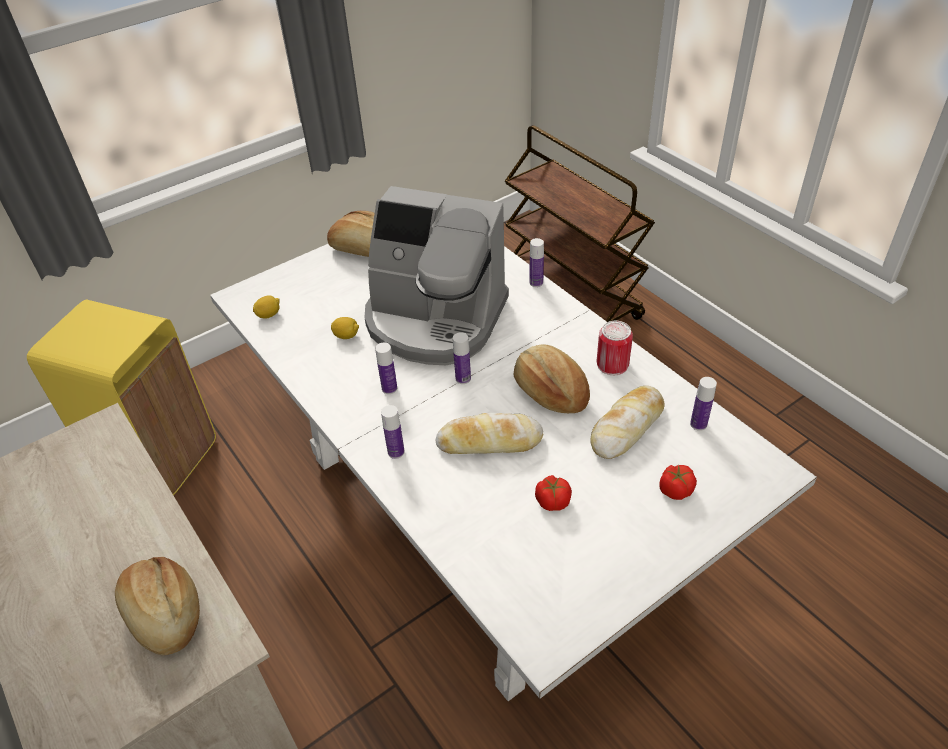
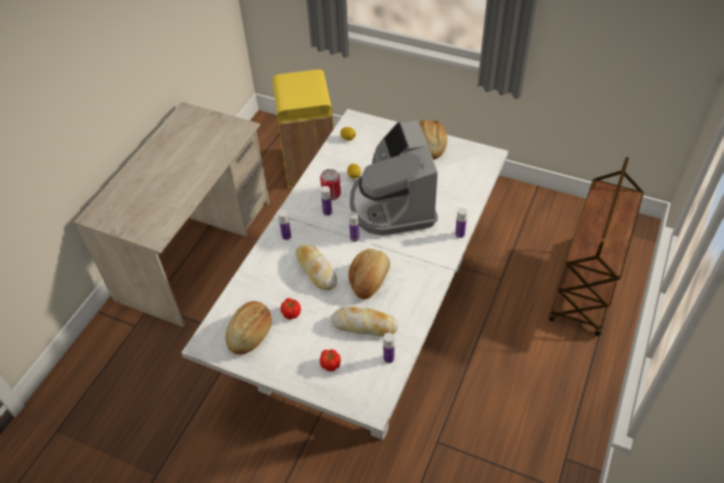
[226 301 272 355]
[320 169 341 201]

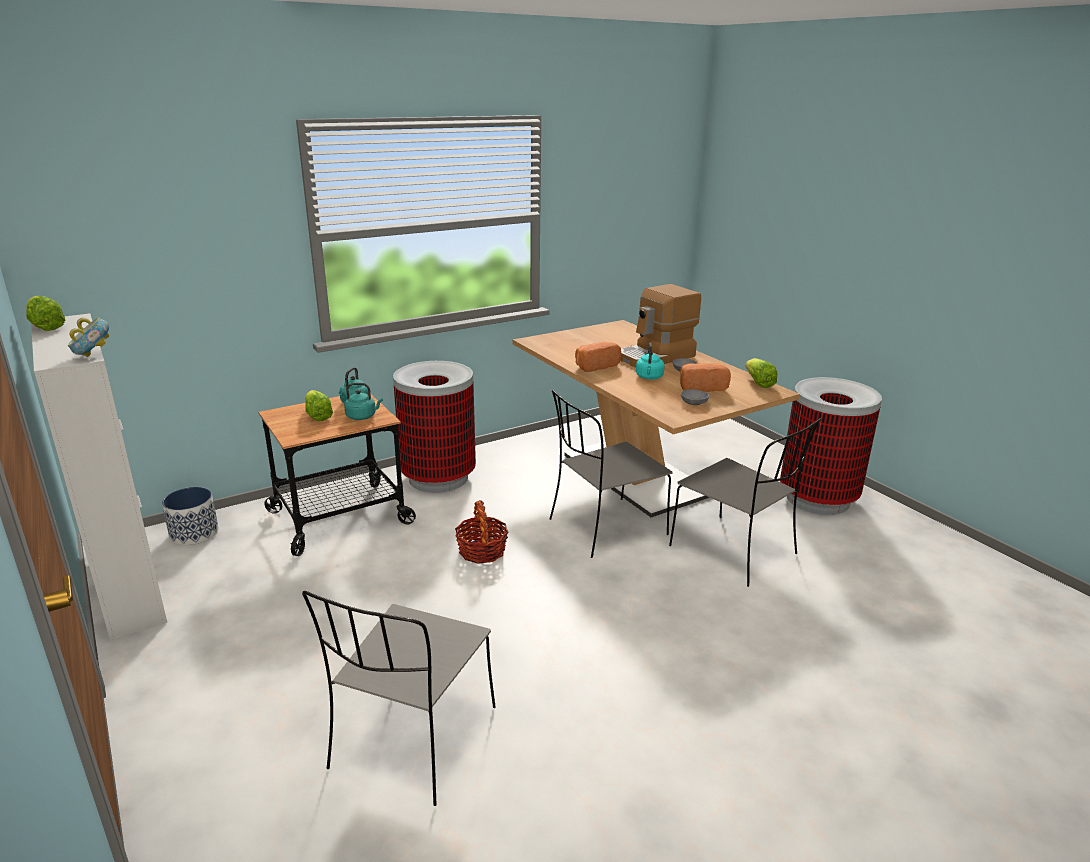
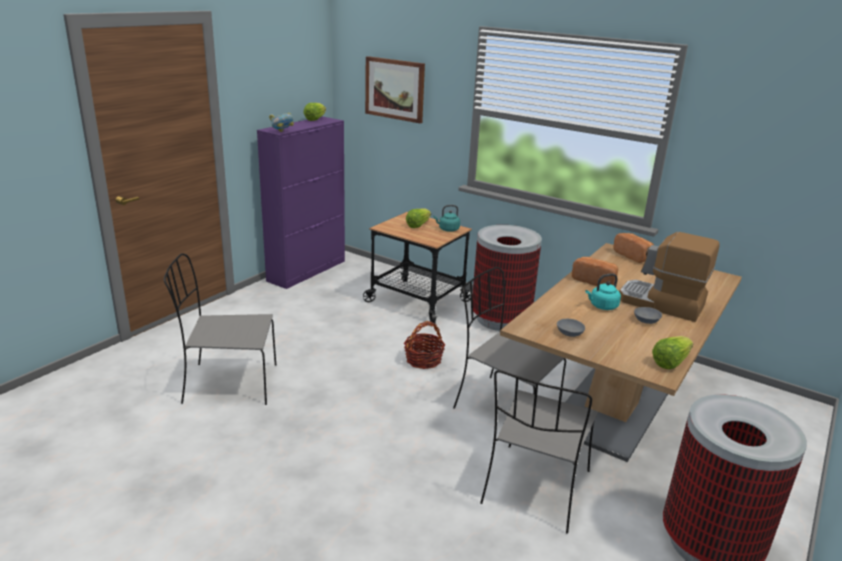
[257 116 345 289]
[162 487 219 545] (first image)
[344 383 383 420] (first image)
[613 233 654 263]
[365 56 425 123]

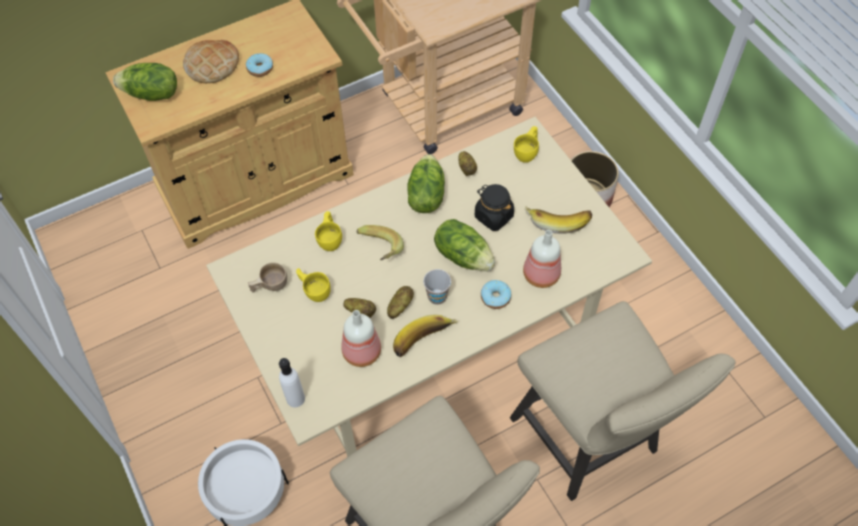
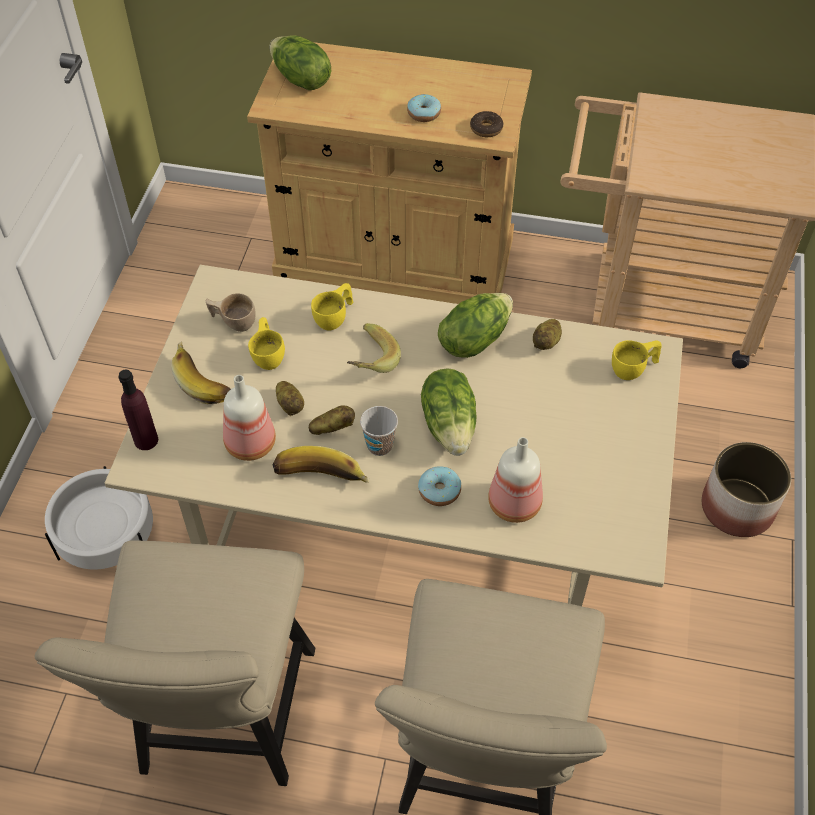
[183 40 239 83] (first image)
[119 370 158 450]
[475 184 514 231] (first image)
[171 342 231 404]
[470 111 503 137]

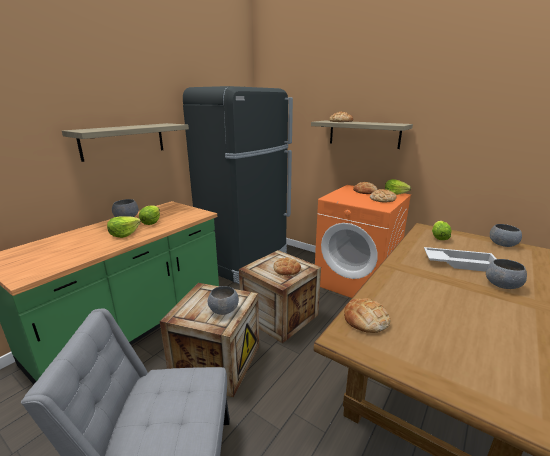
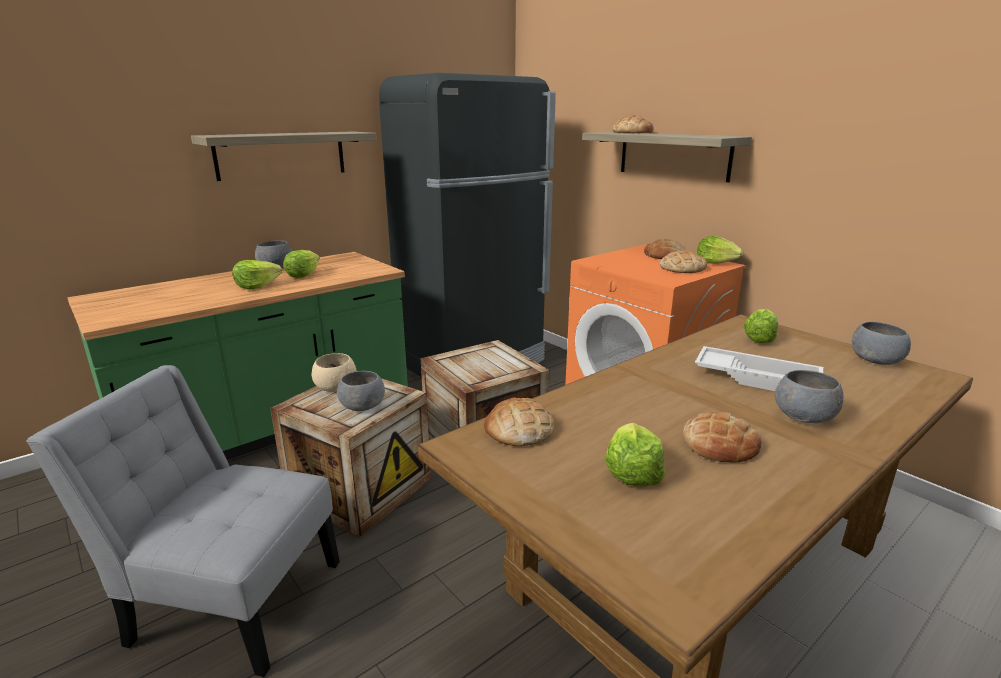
[683 412 762 463]
[312 353 356 392]
[605 423 665 486]

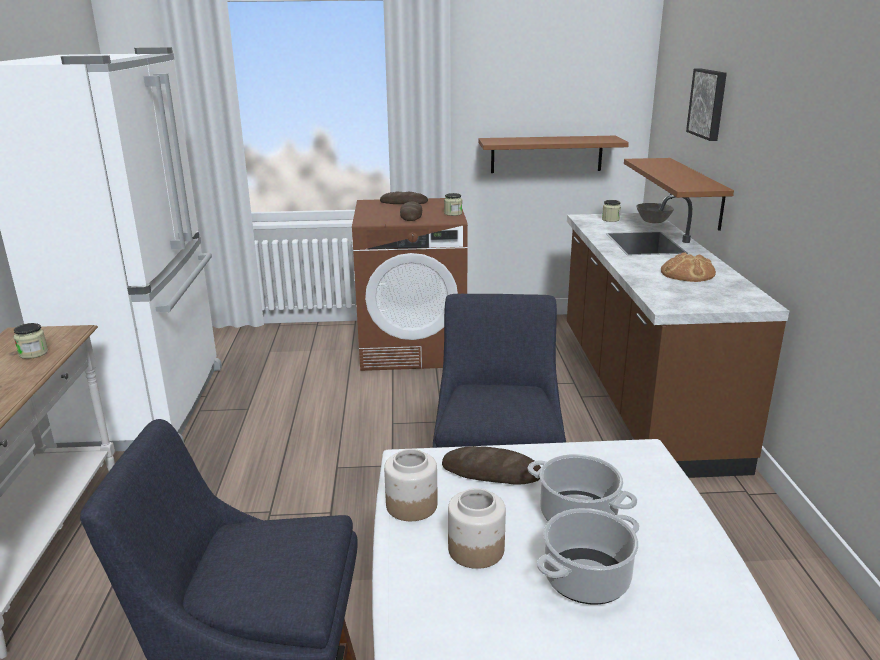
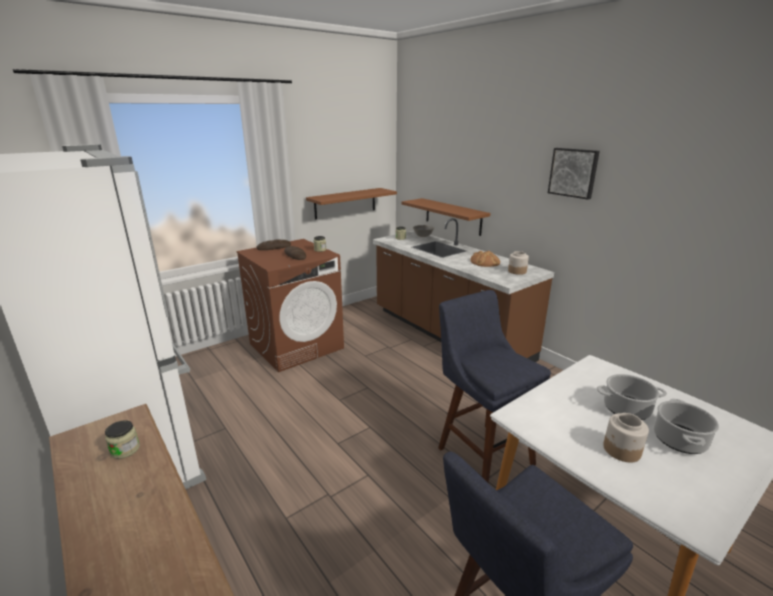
[508 251 529 275]
[442 446 541 485] (first image)
[548 148 600 199]

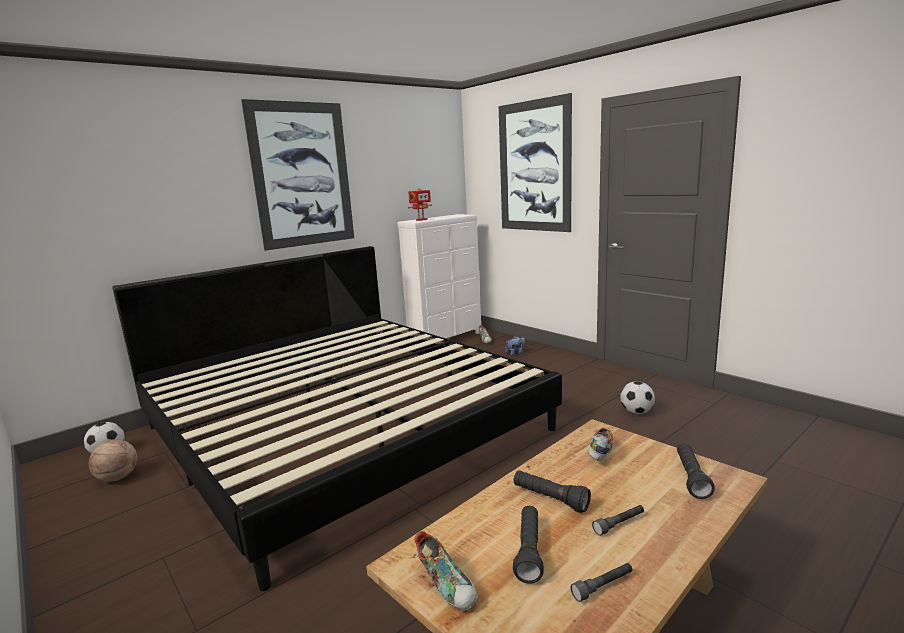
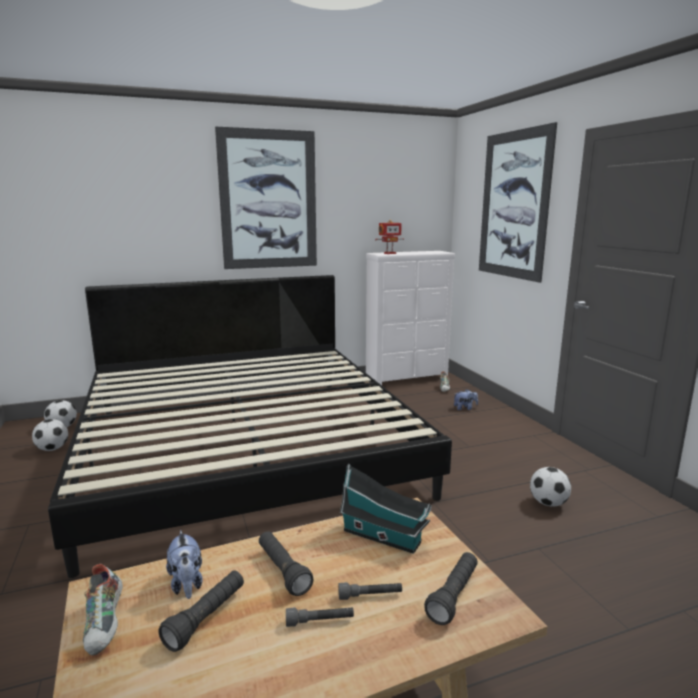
[32 419 68 451]
[338 582 402 600]
[340 464 431 554]
[166 530 203 599]

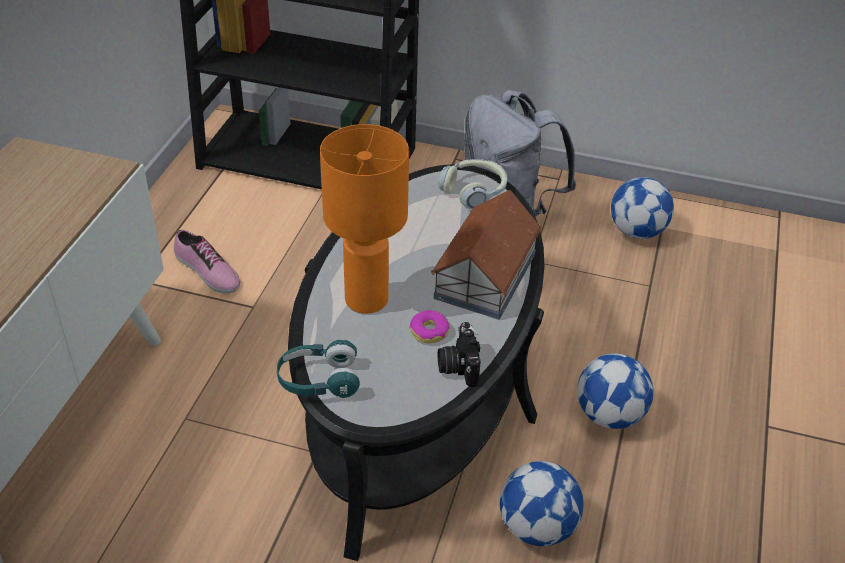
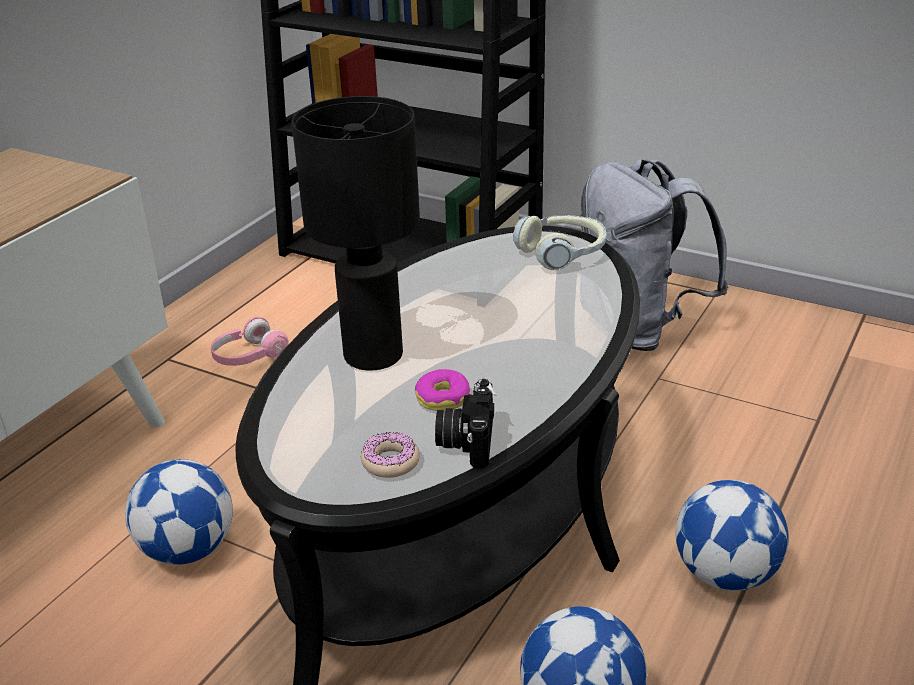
[211 317 289 366]
[277 340 360 398] (first image)
[291 96 420 371]
[431 190 542 319] (first image)
[125 459 233 565]
[361 432 420 478]

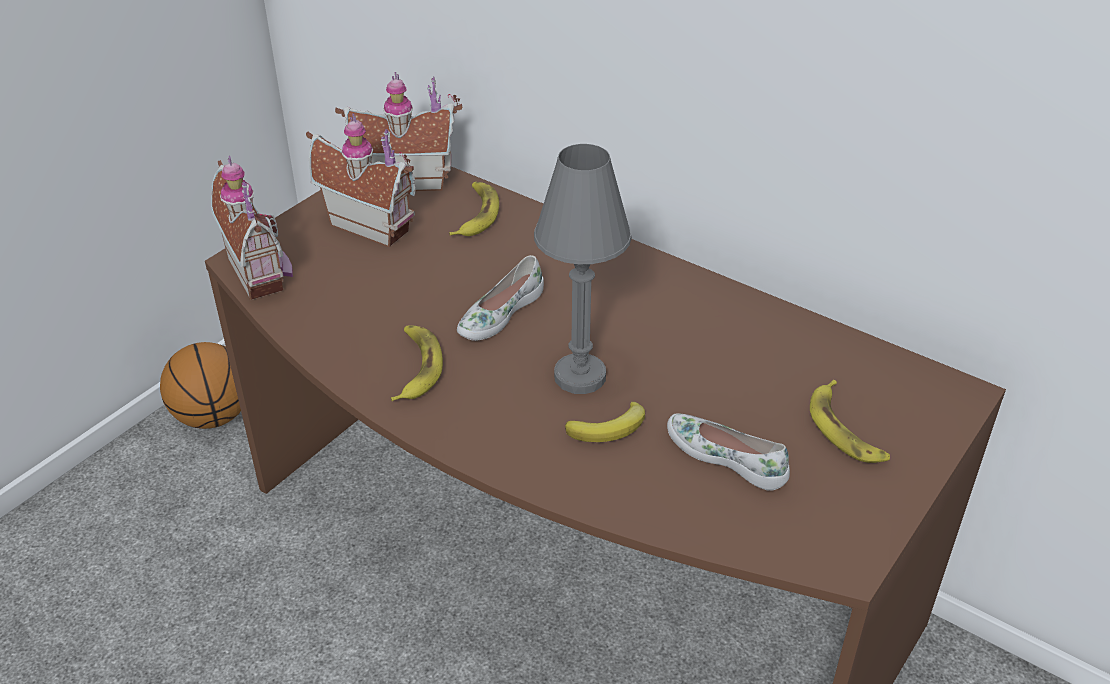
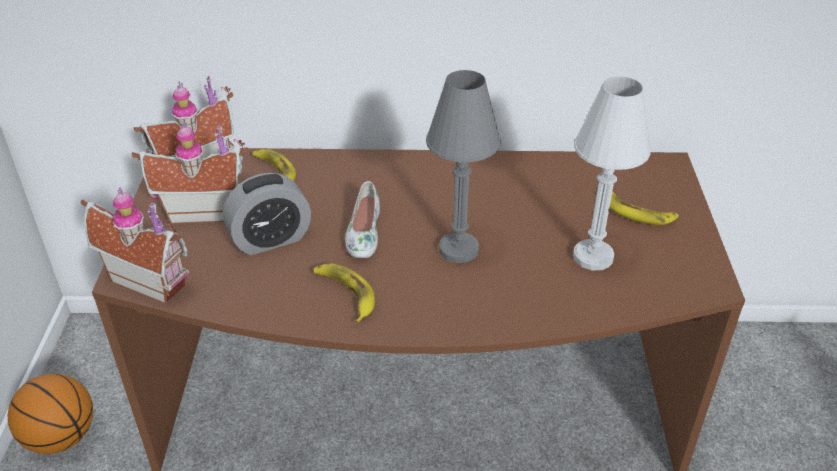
[565 401 645 442] (first image)
[573 76 651 270]
[223 173 311 255]

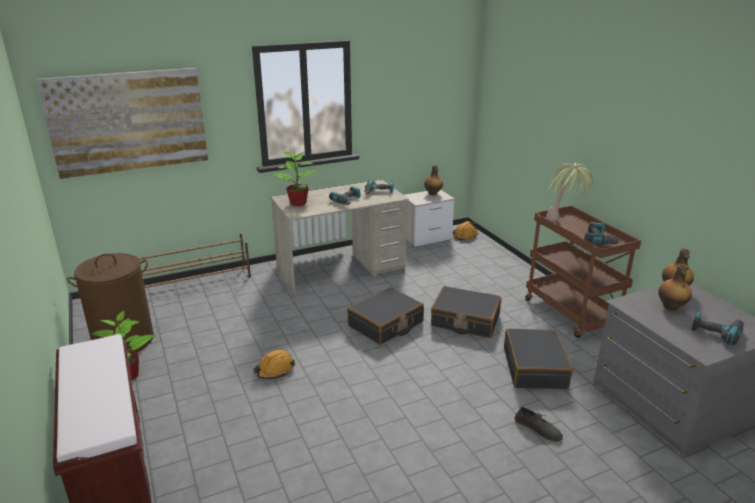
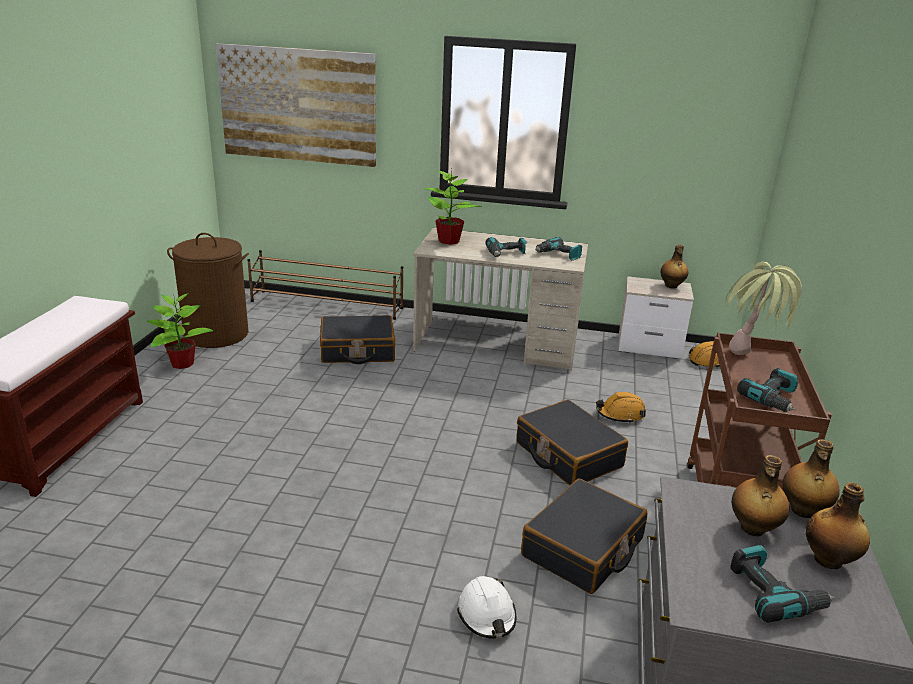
[596 392 646 424]
[320 315 395 364]
[457 576 516 639]
[806 482 870 569]

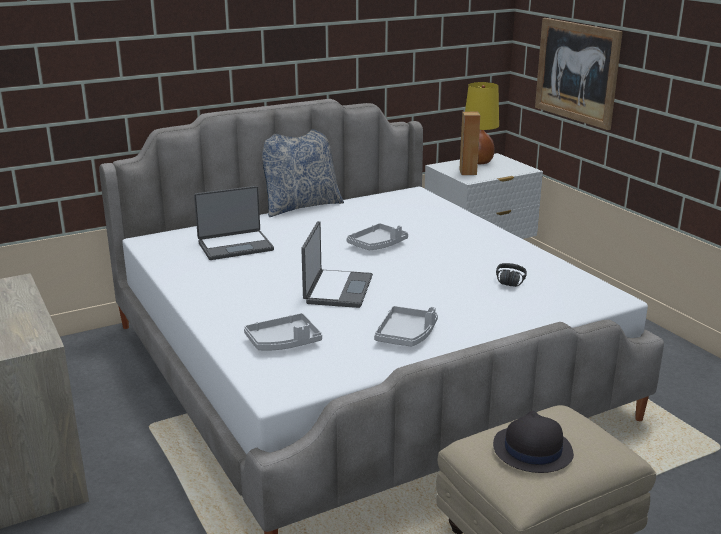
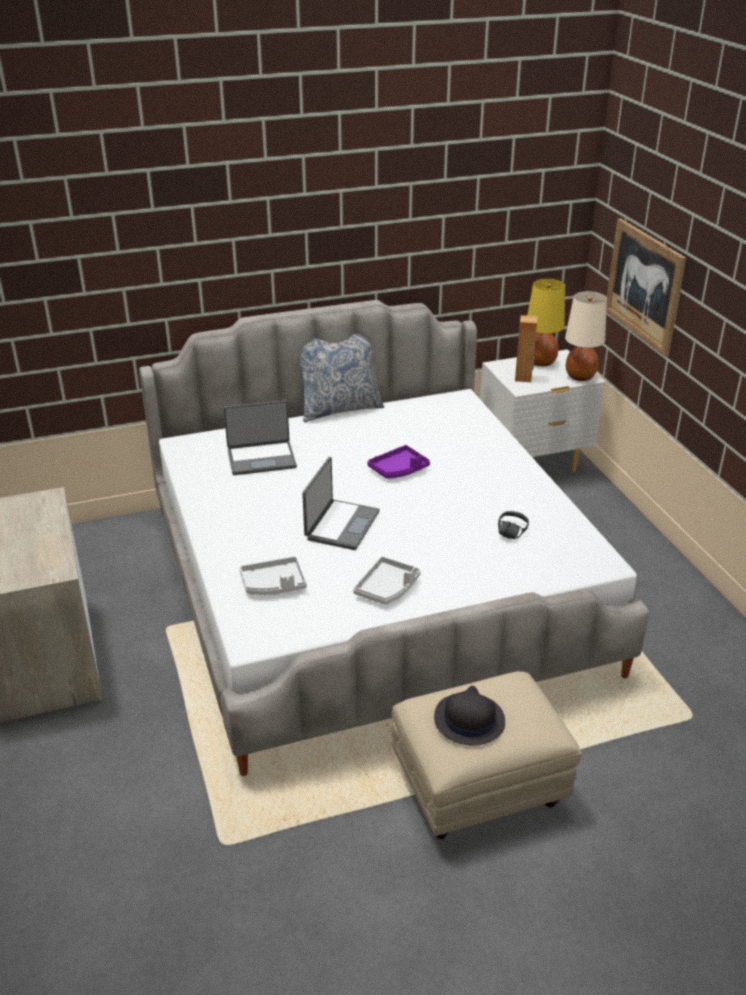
[367 445 430 479]
[565 291 607 381]

